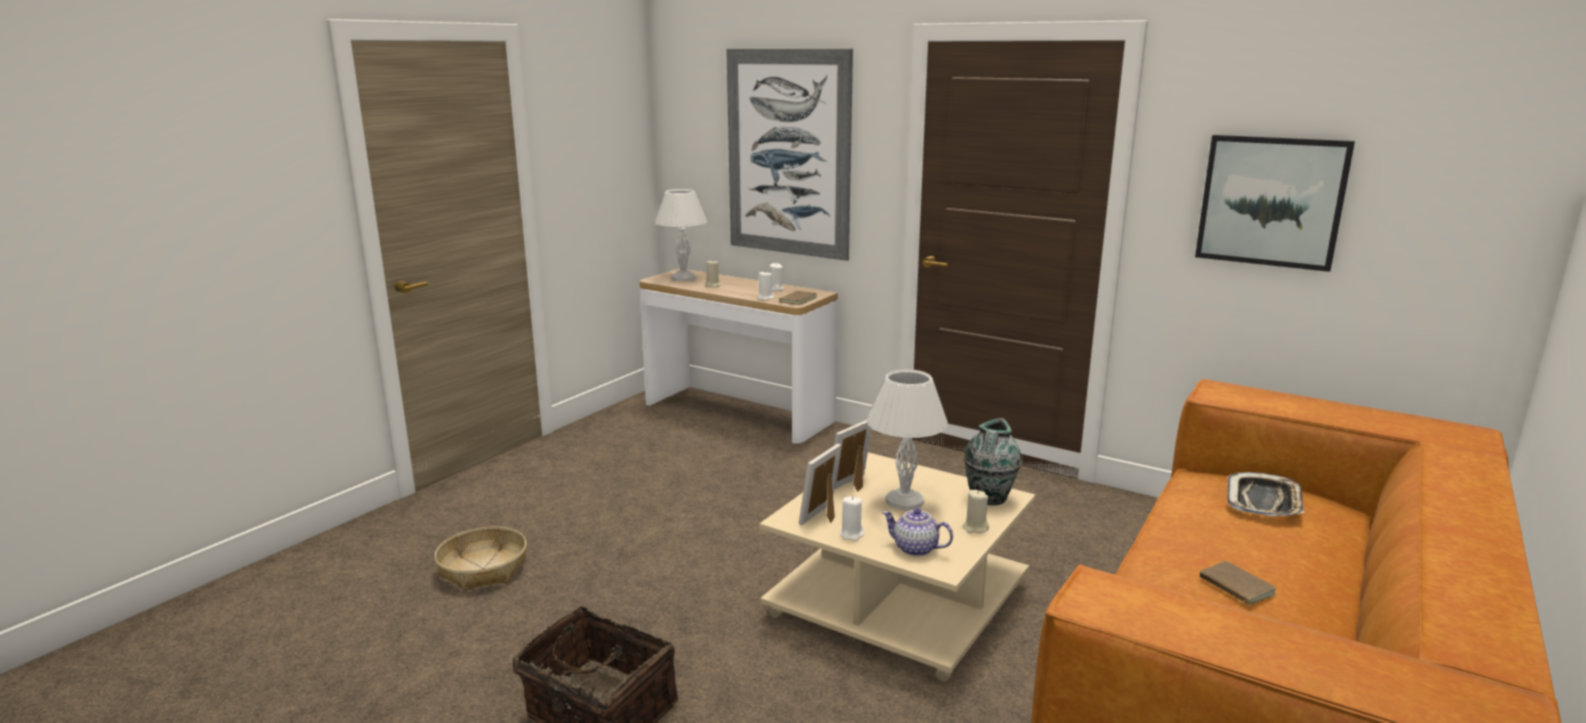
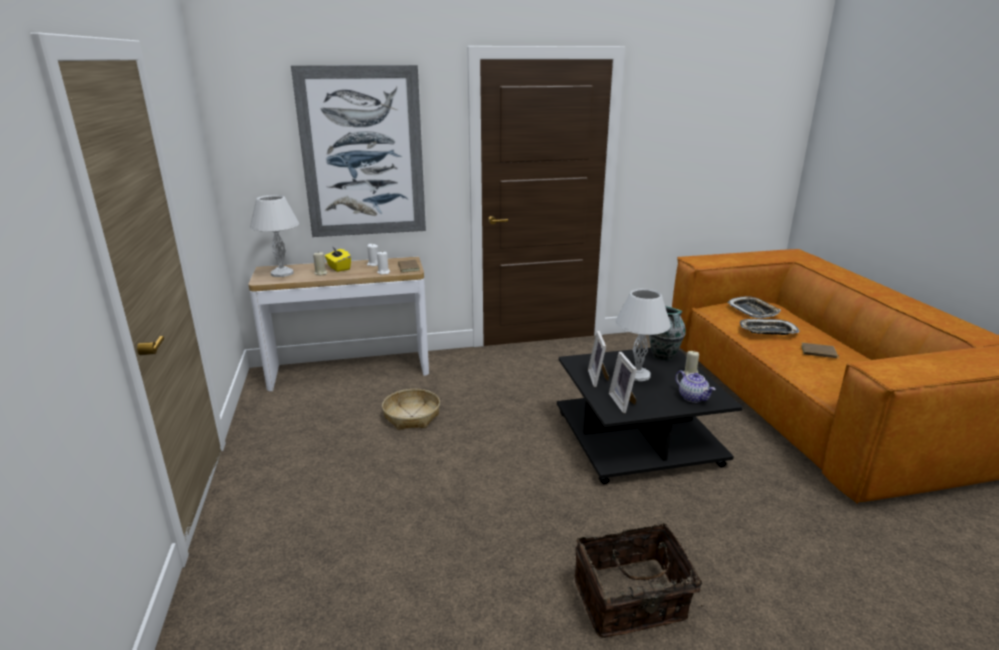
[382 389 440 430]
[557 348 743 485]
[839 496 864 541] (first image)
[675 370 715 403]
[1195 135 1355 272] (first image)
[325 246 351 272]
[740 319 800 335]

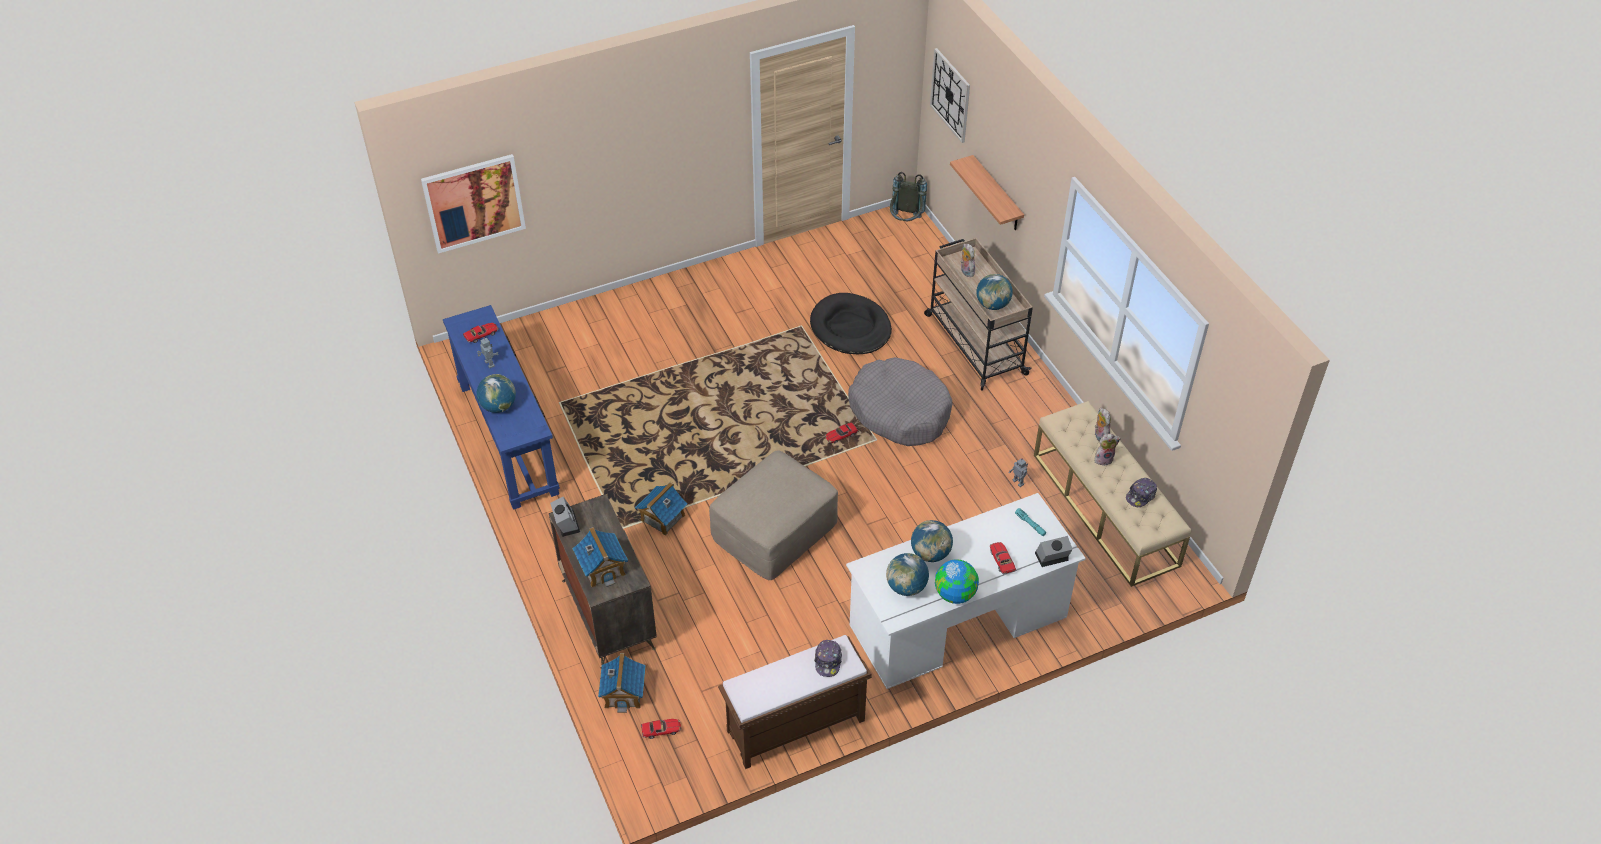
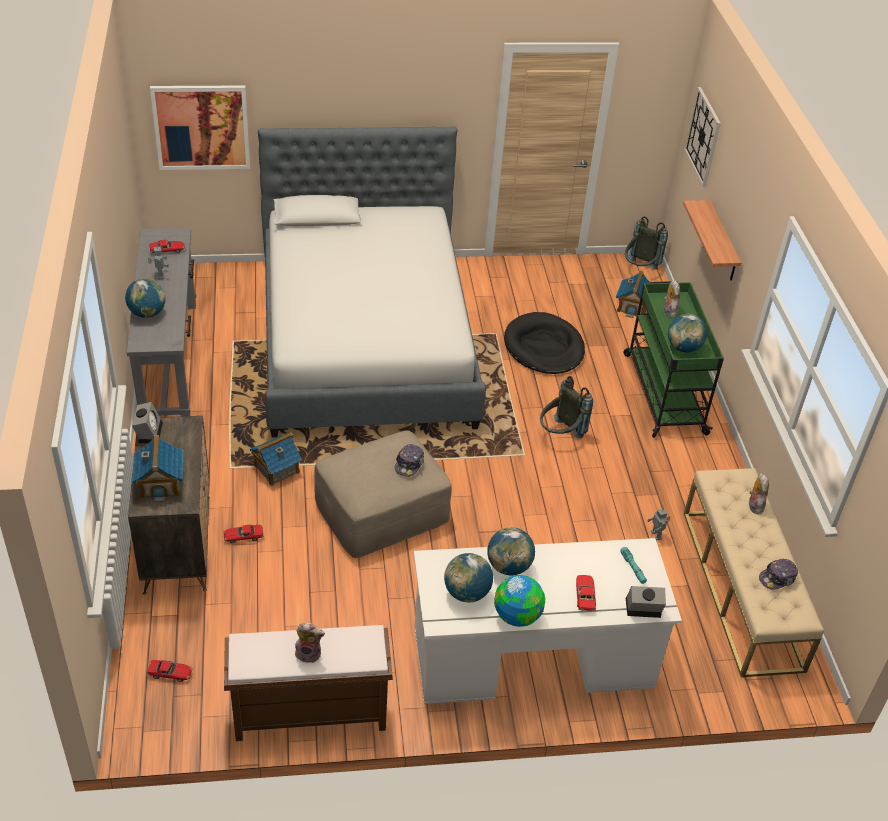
[126 228 196 416]
[616 271 650 318]
[395 444 424 477]
[223 525 263 543]
[540 376 593 439]
[623 281 724 438]
[295 622 325 663]
[258 126 486 437]

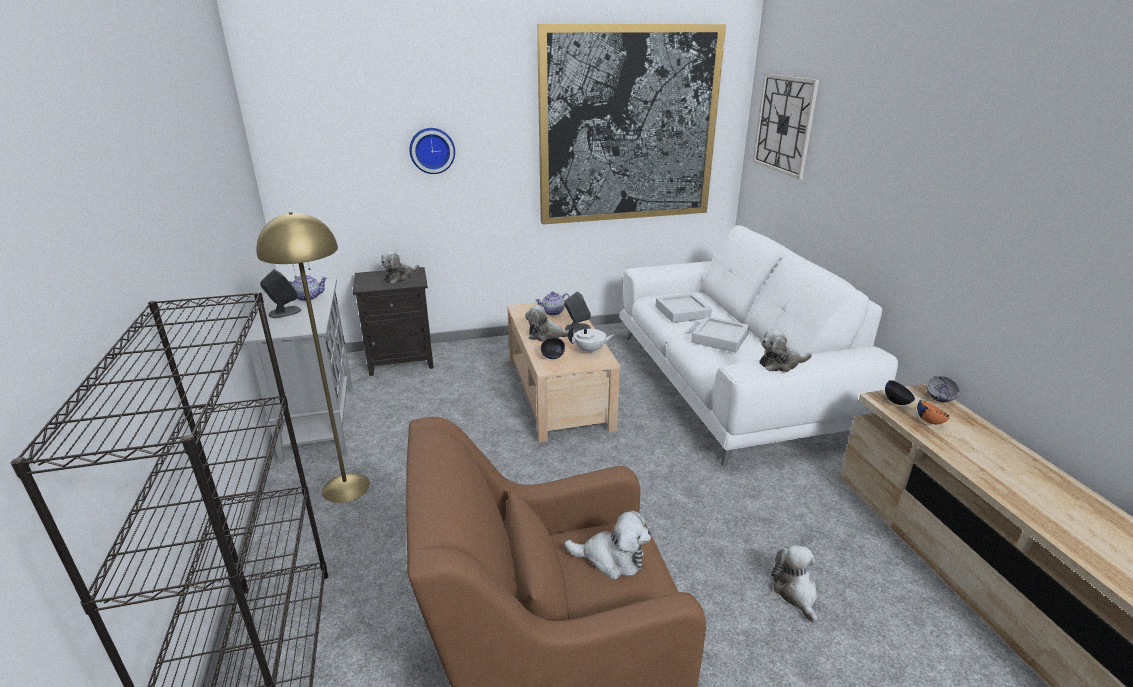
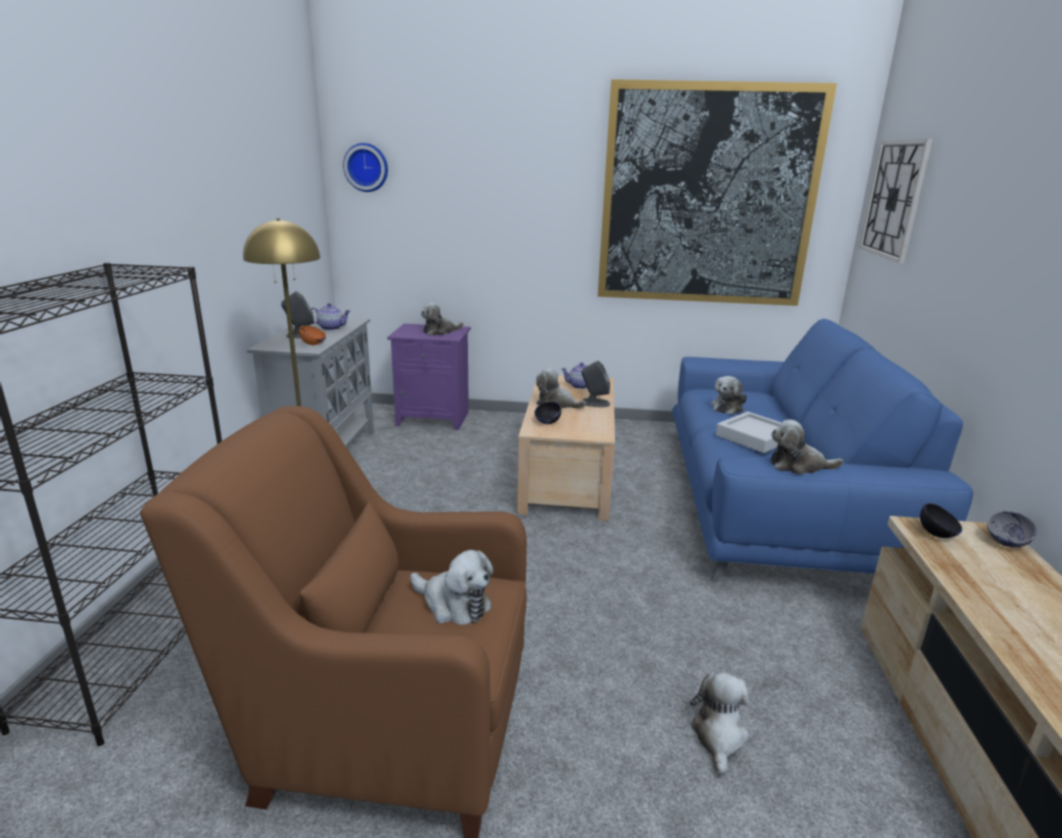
[387 324 471 430]
[343 143 388 192]
[568 326 615 354] (first image)
[672 319 973 582]
[711 376 747 415]
[299 325 326 345]

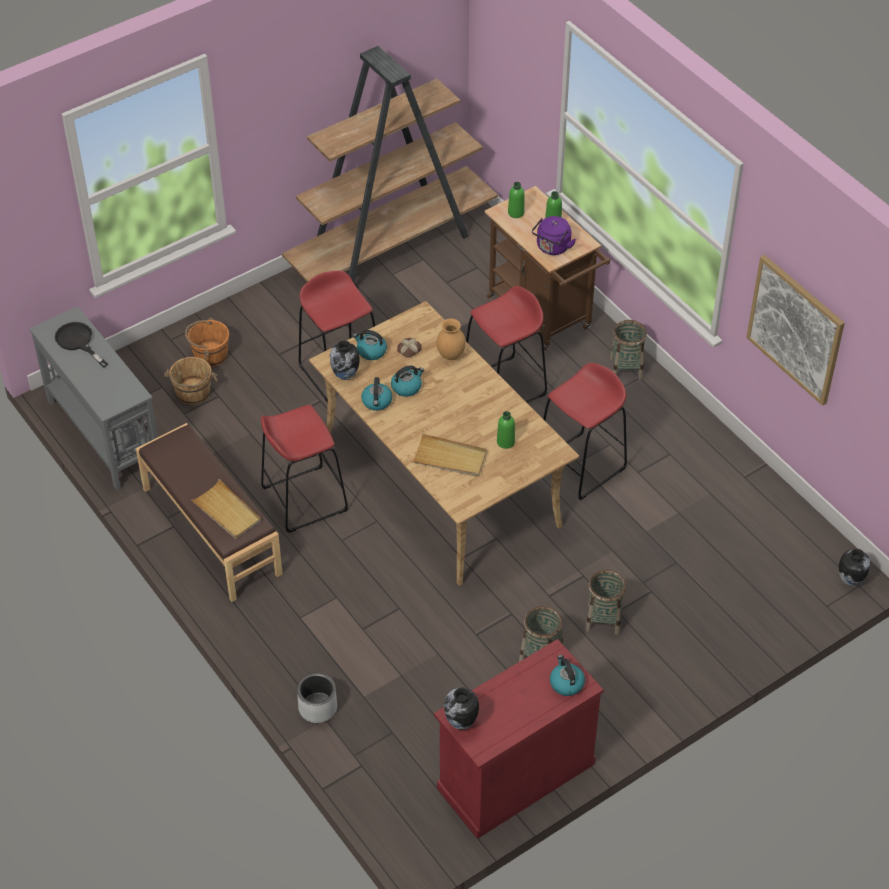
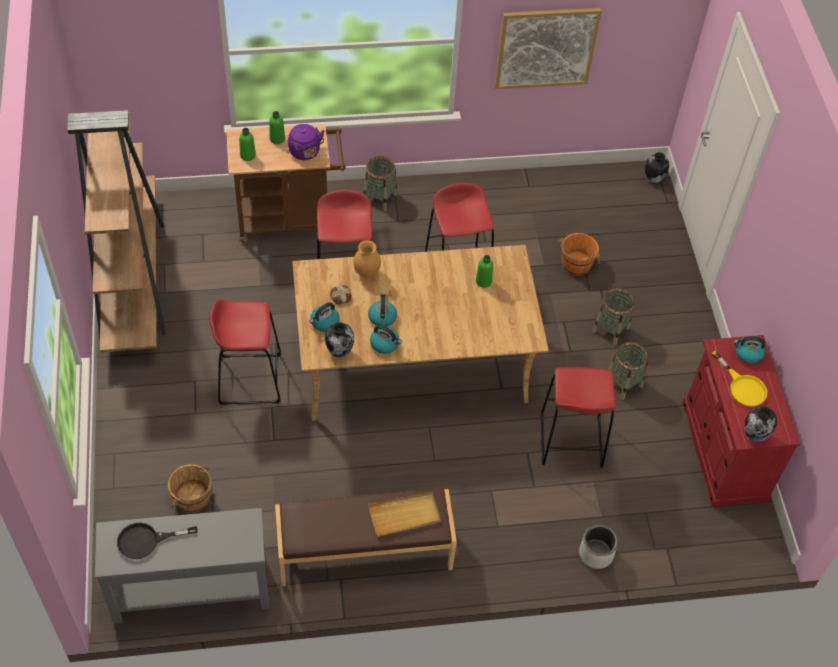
[558 233 602 276]
[541 367 616 468]
[412 434 487 477] (first image)
[712 351 767 407]

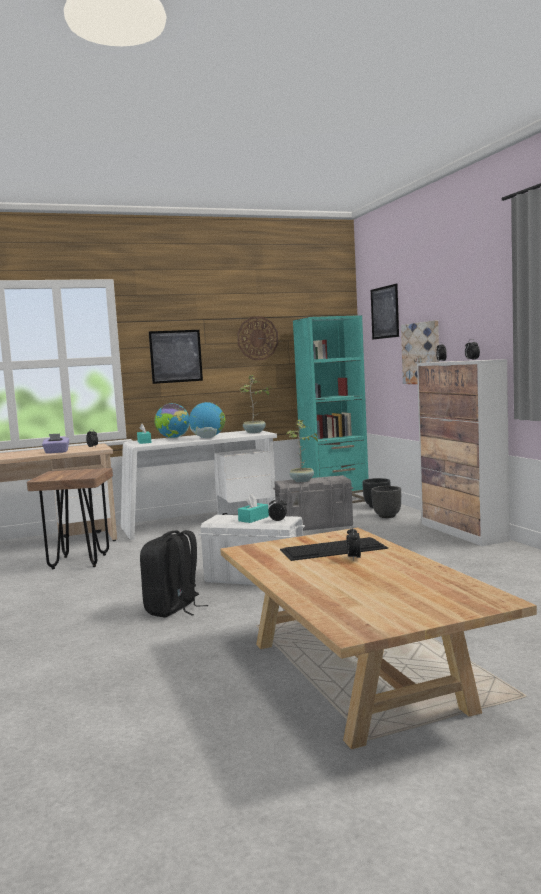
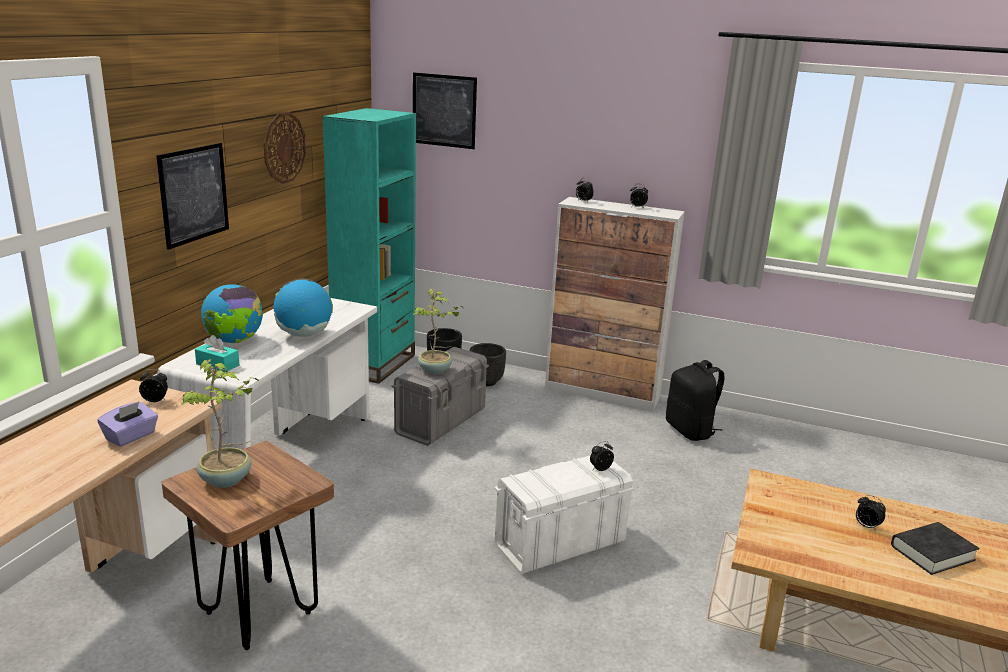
[666 360 725 441]
[181 359 258 488]
[238 494 269 523] (first image)
[280 537 388 561] (first image)
[401 320 439 384] (first image)
[891 522 980 575]

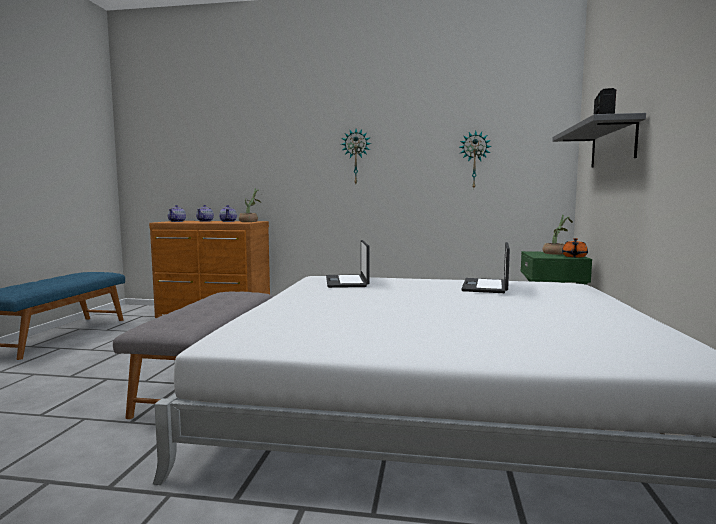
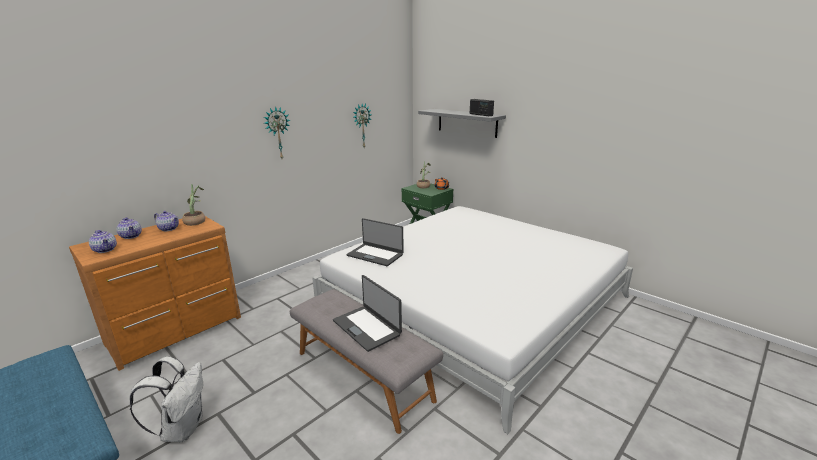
[333 275 402 352]
[129 356 203 442]

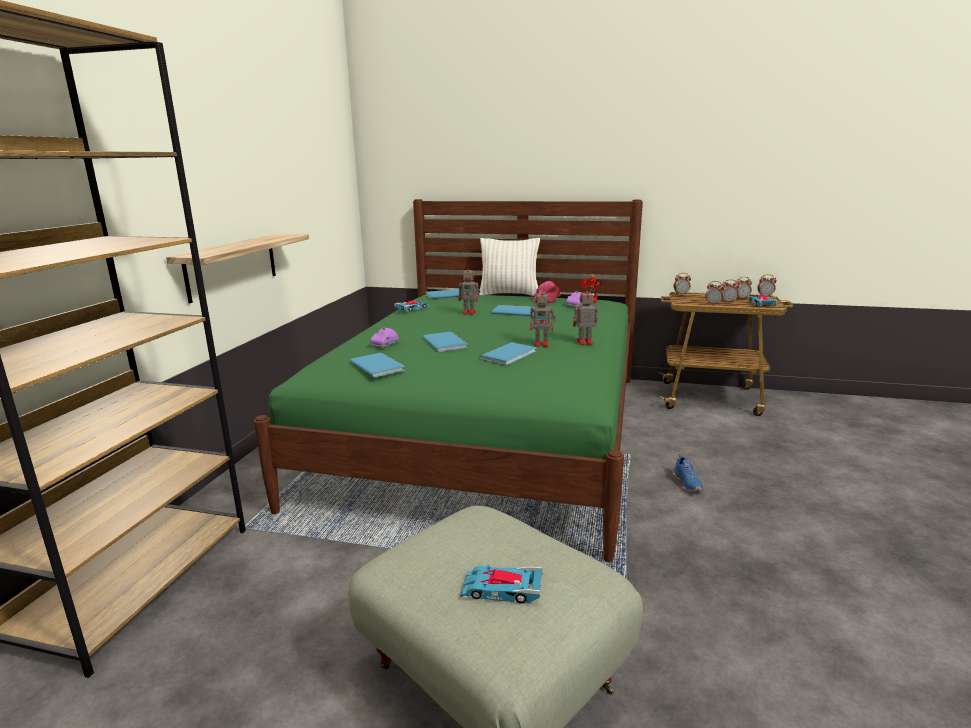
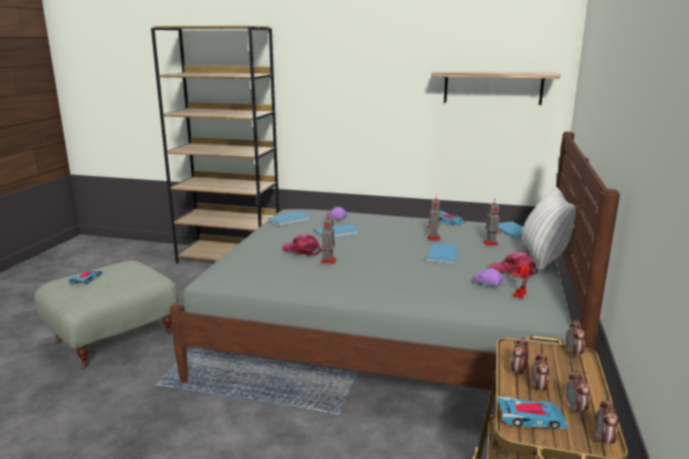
[431 71 560 105]
[170 132 620 420]
[282 234 322 256]
[483 202 501 245]
[673 454 703 492] (first image)

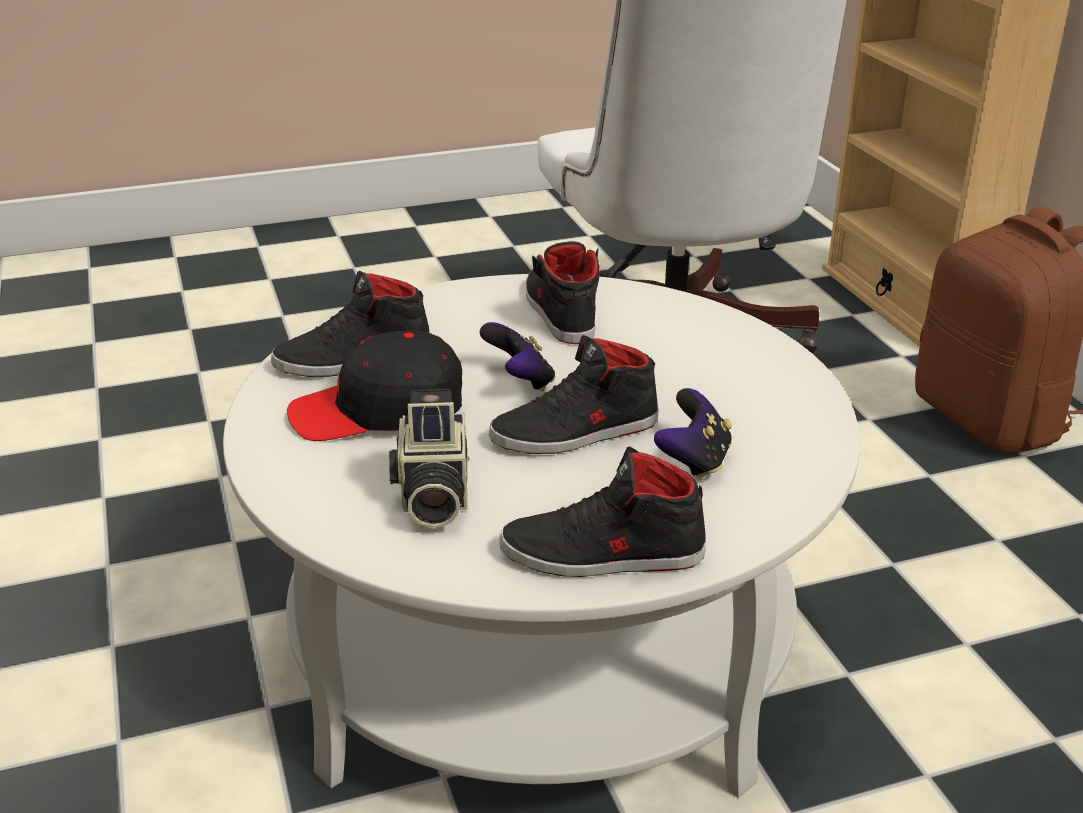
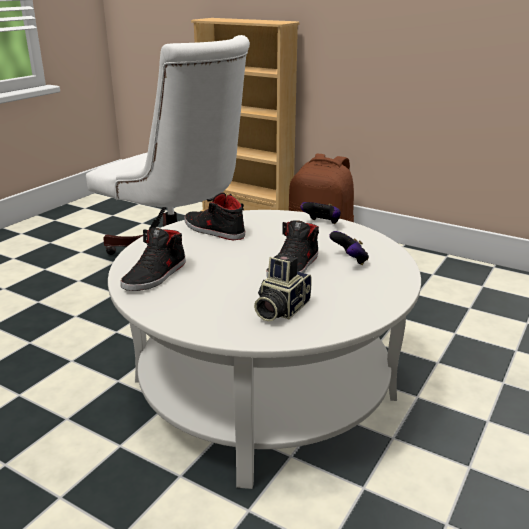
[287 331 462 441] (first image)
[254 253 312 321]
[300 202 341 224]
[500 446 706 577] (first image)

